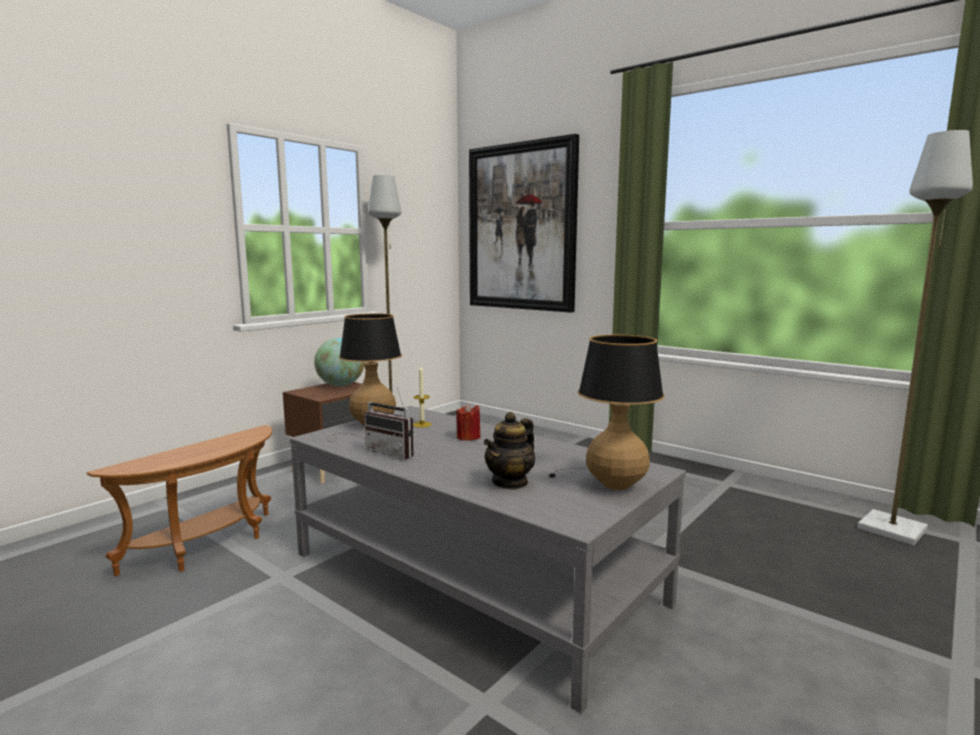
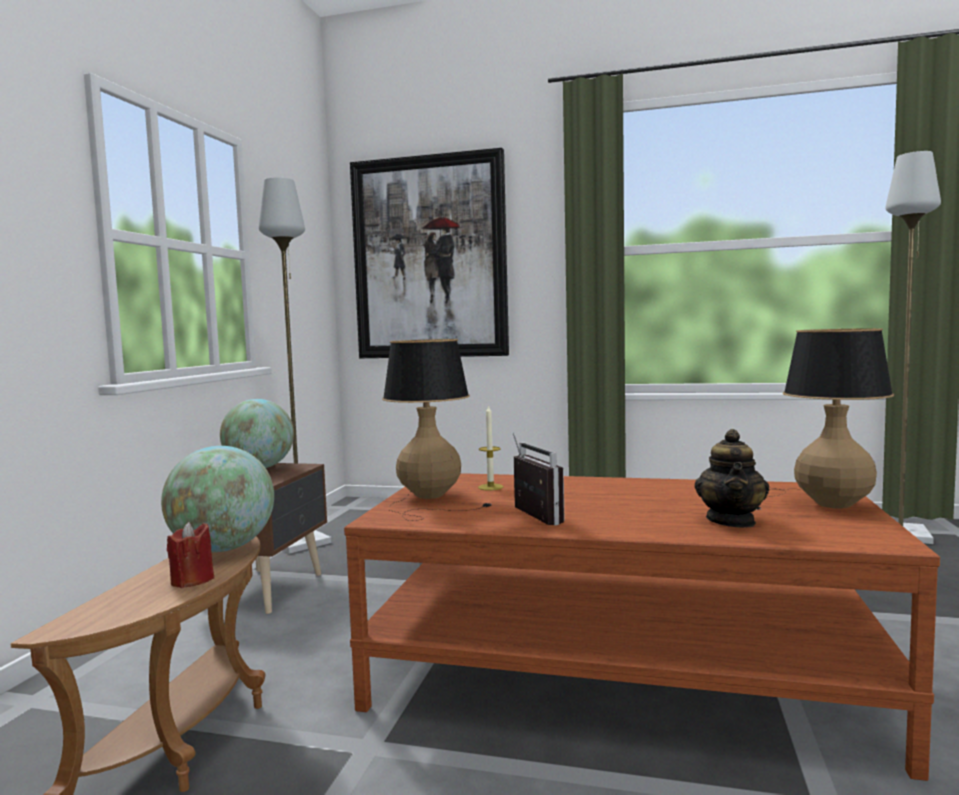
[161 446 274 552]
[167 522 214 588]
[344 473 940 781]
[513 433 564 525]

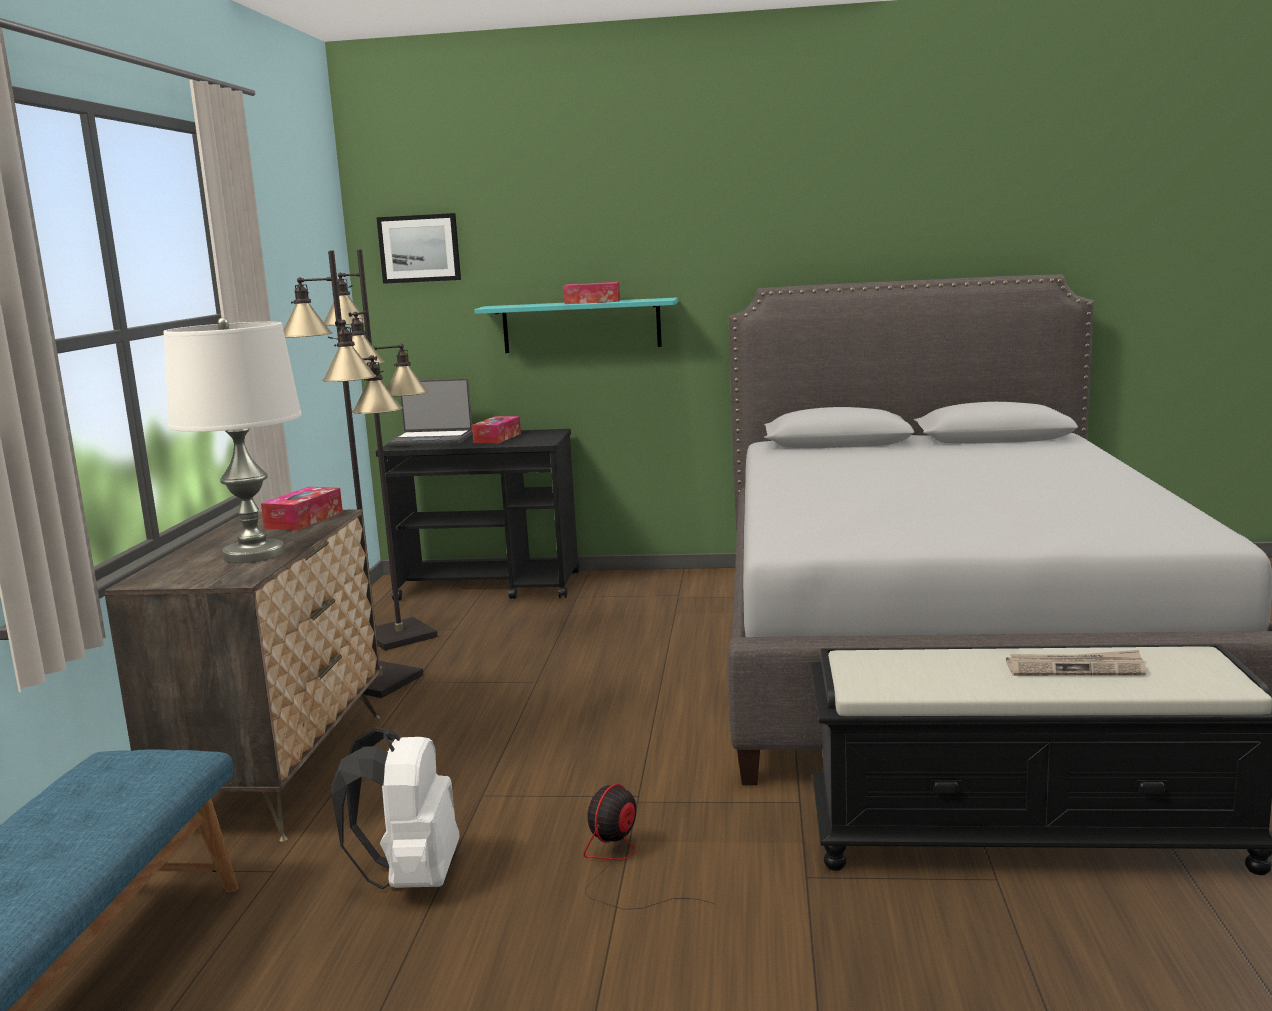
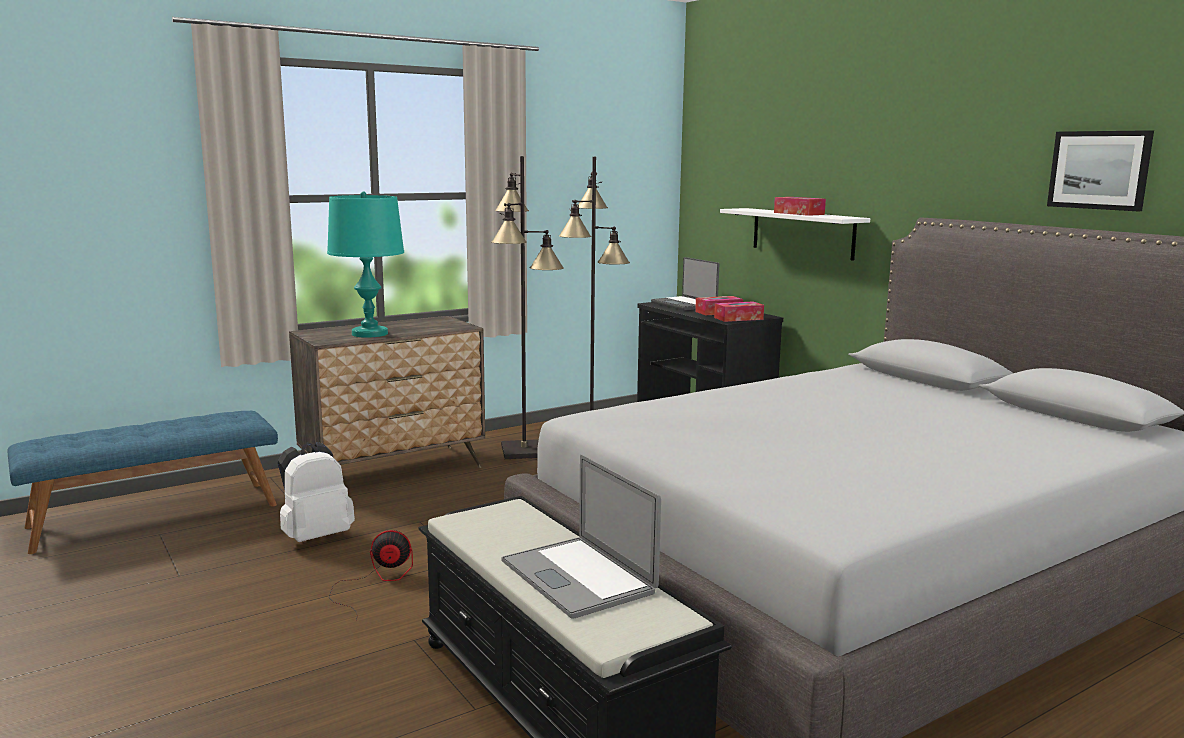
[714 301 764 322]
[1047 130 1154 211]
[502 454 661 619]
[327 191 404 338]
[720 208 870 261]

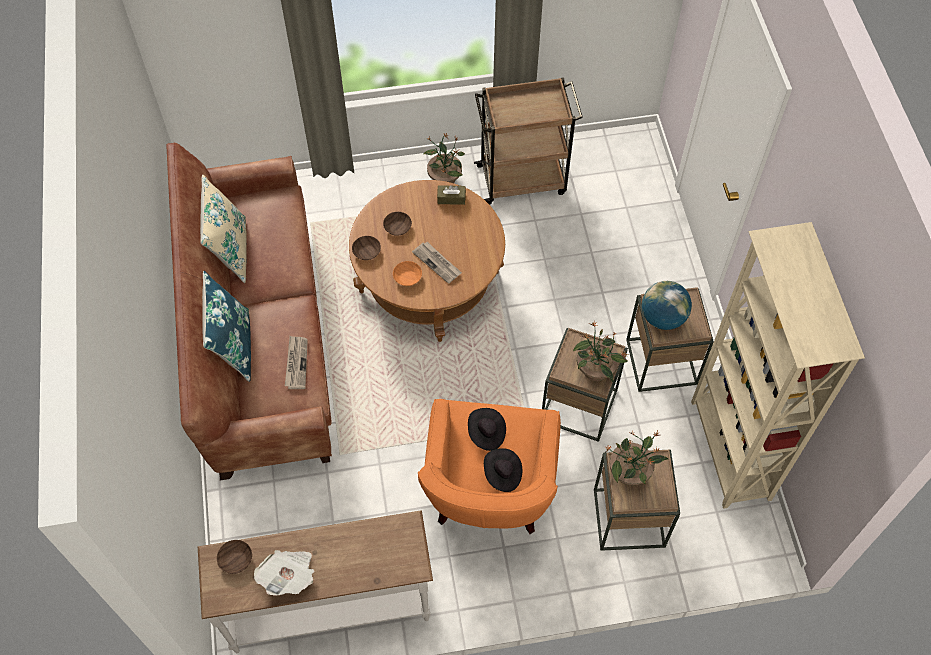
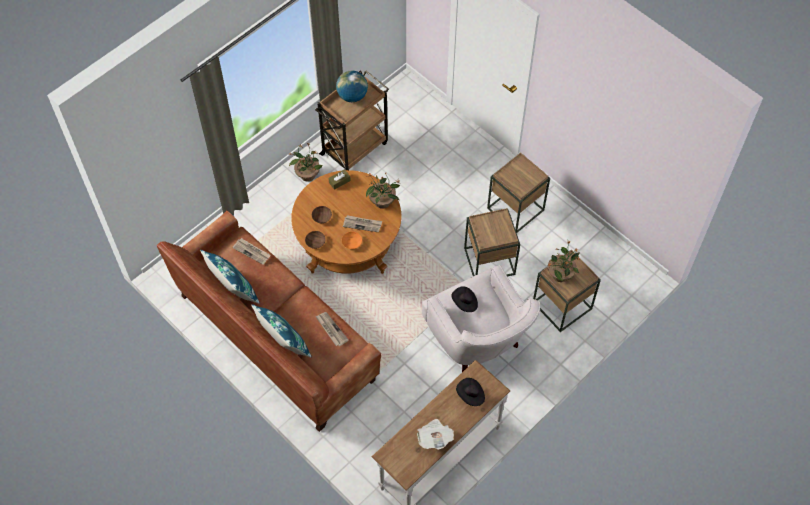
[217 540 252 574] (first image)
[691 222 865 509] (first image)
[232 238 271 265]
[456 378 485 406]
[366 172 400 209]
[336 71 368 102]
[200 250 260 304]
[422 265 540 372]

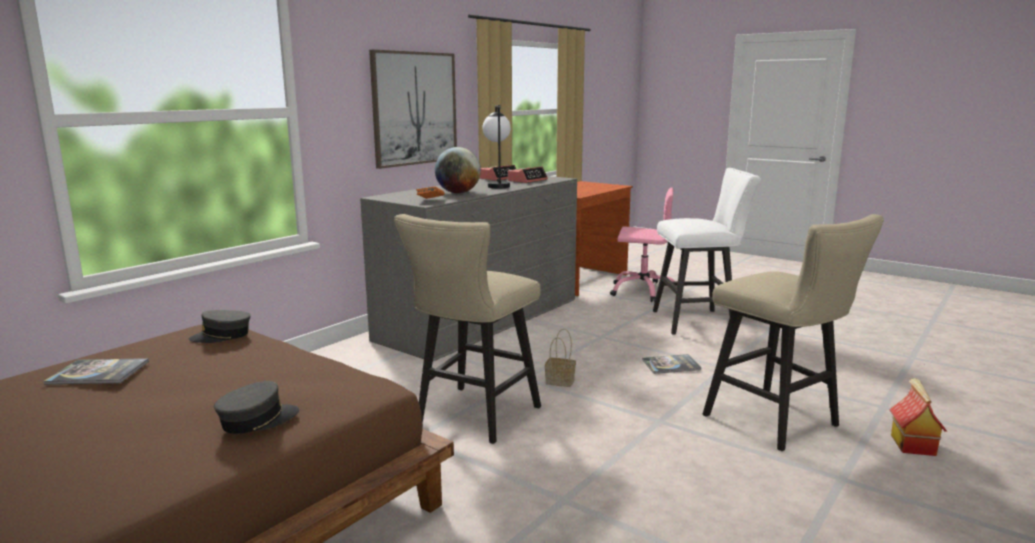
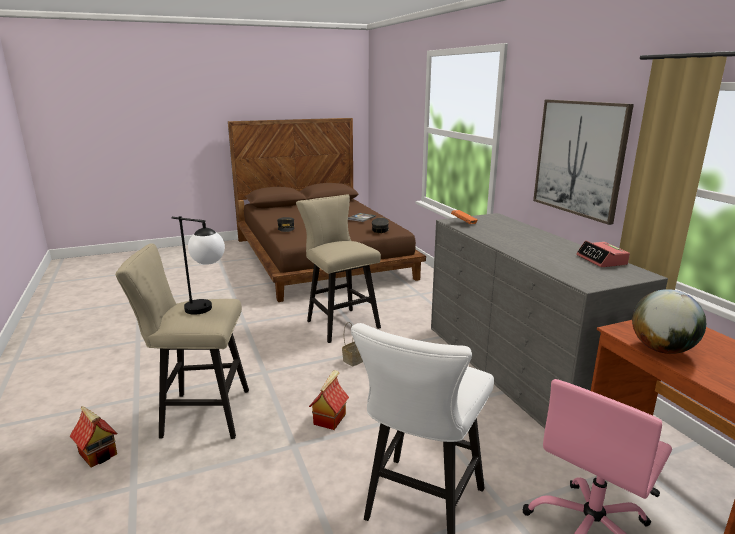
[508 167 548 183] (first image)
[632 289 706 354]
[172 216 225 315]
[309 370 349 430]

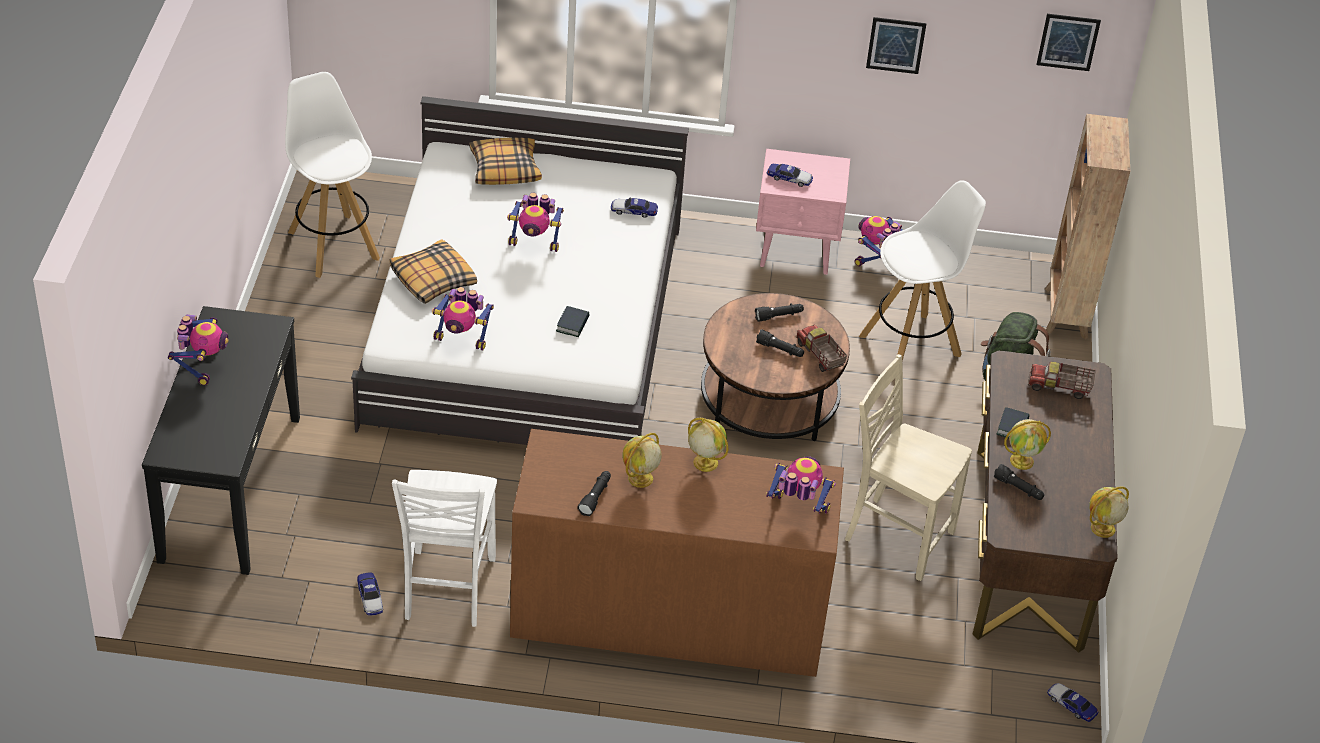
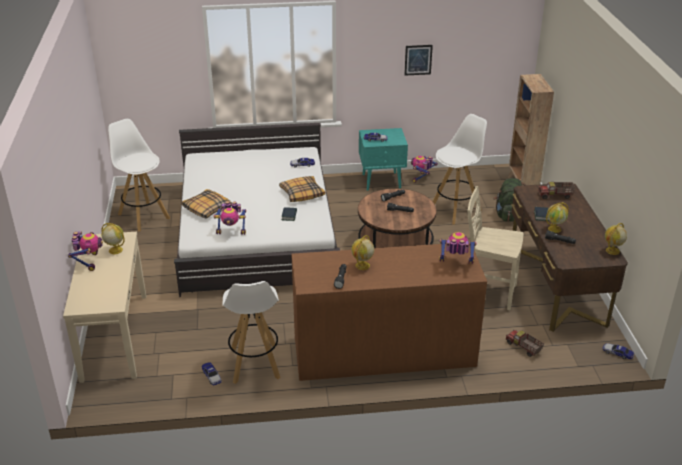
[507 193 564 252] (first image)
[1036 14 1101 71] (first image)
[279 176 326 202]
[101 223 125 254]
[505 330 544 357]
[223 281 281 384]
[63 232 146 383]
[359 128 408 191]

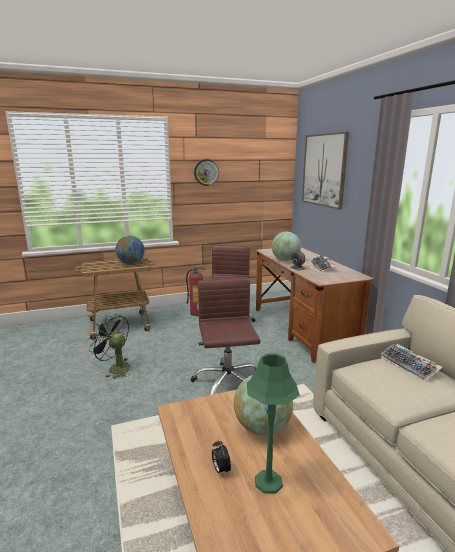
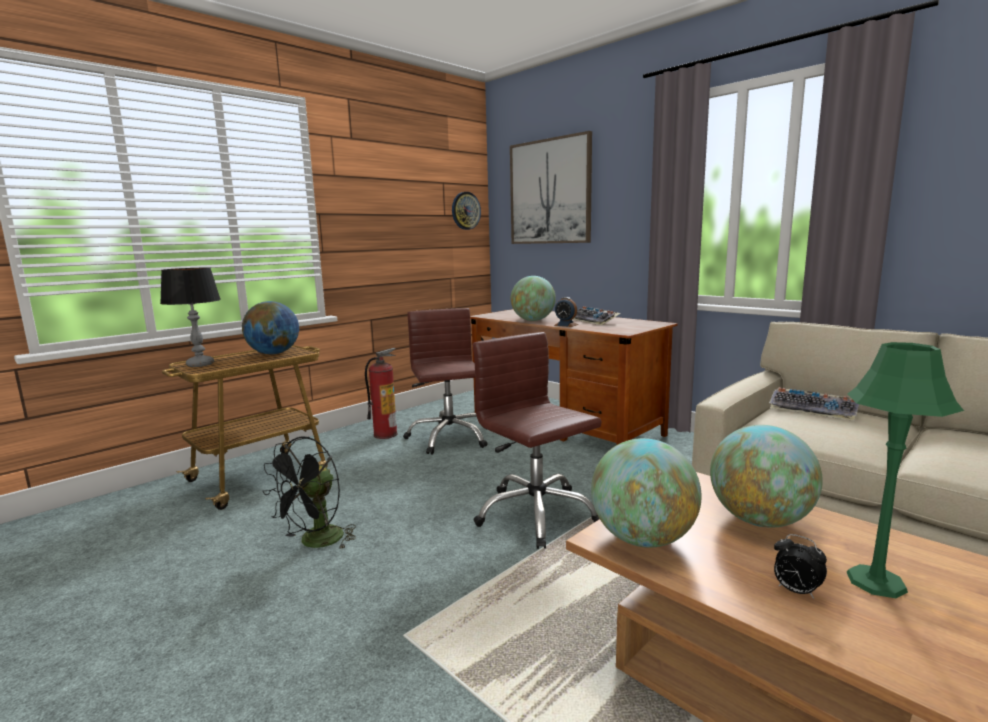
[160 268 221 367]
[591 438 702 548]
[452 192 481 230]
[262 437 356 549]

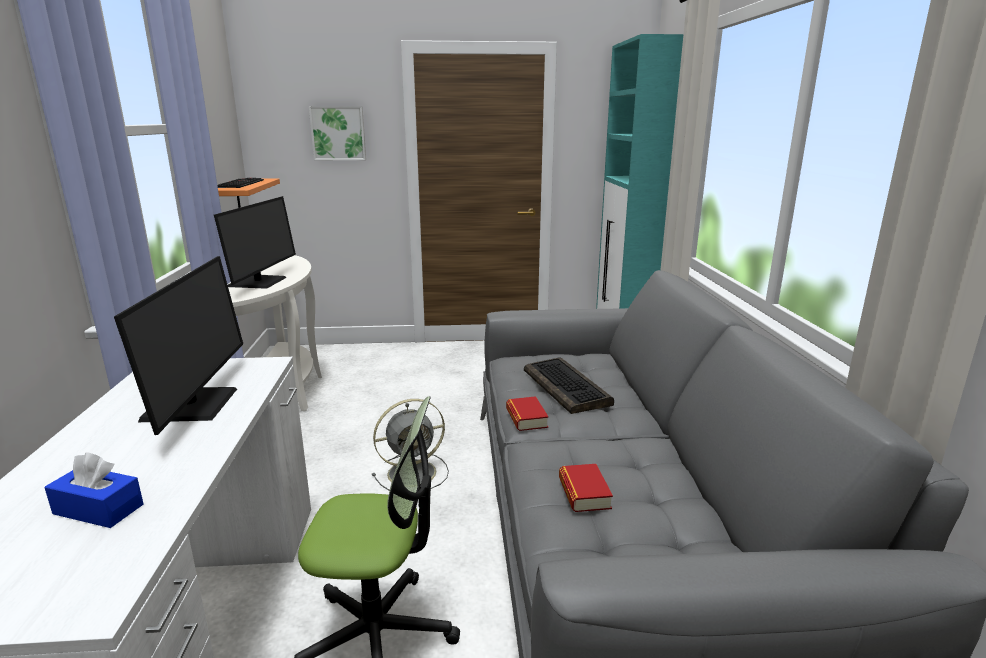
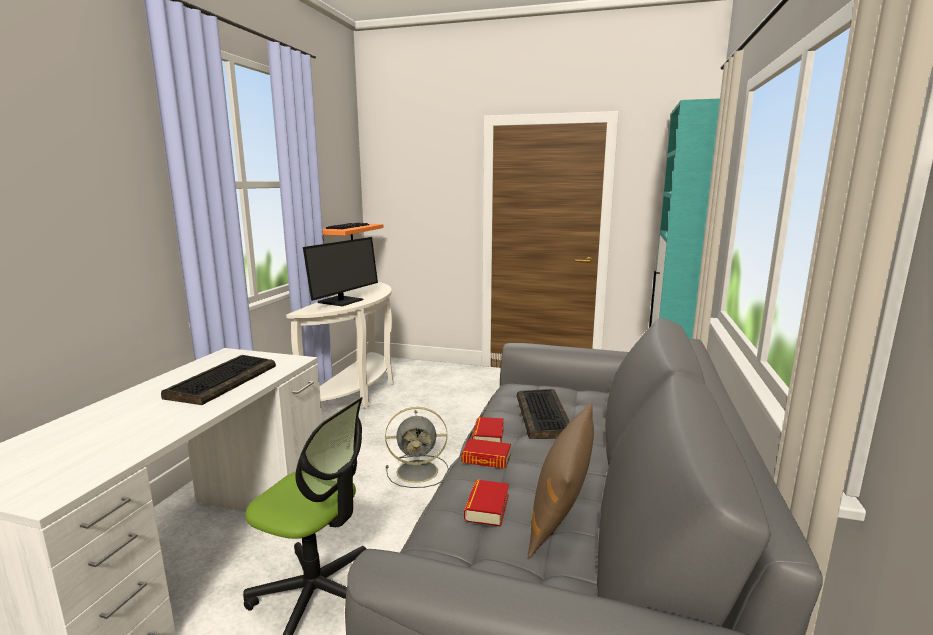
[44 452 144 528] (first image)
[309 106 366 160] (first image)
[462 438 511 469]
[528 403 594 558]
[161 355 276 405]

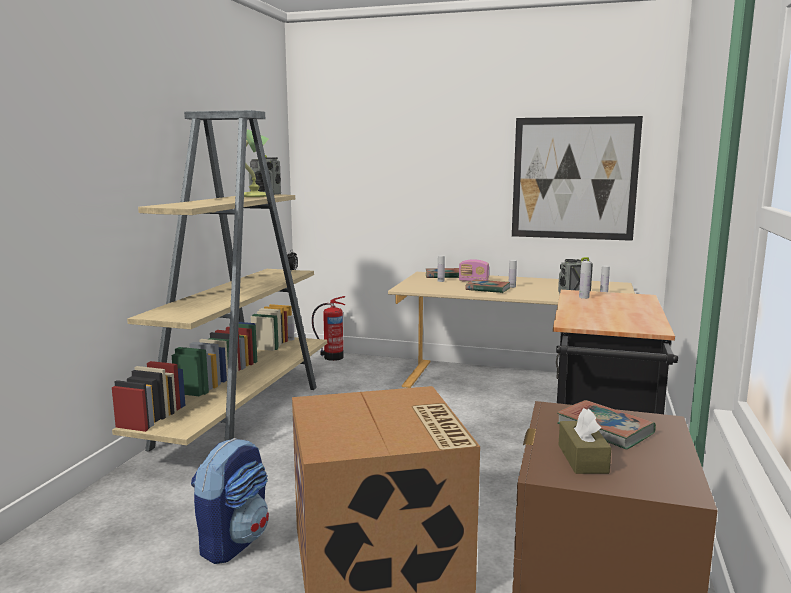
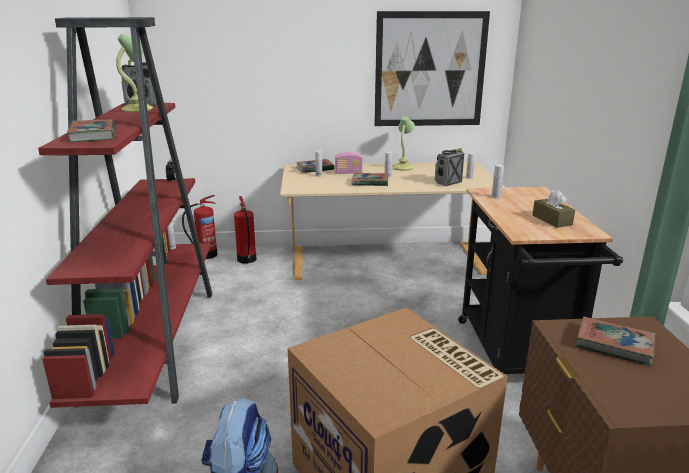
[67 119 116 142]
[234 196 257 264]
[392 116 415 171]
[533 190 575 228]
[38 17 212 408]

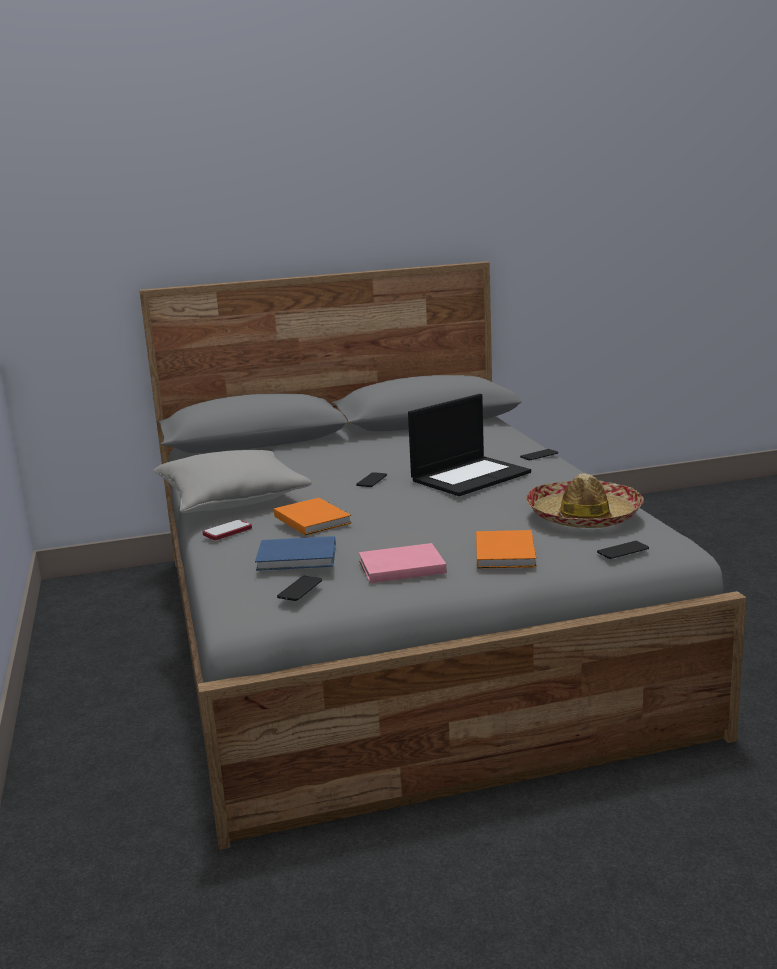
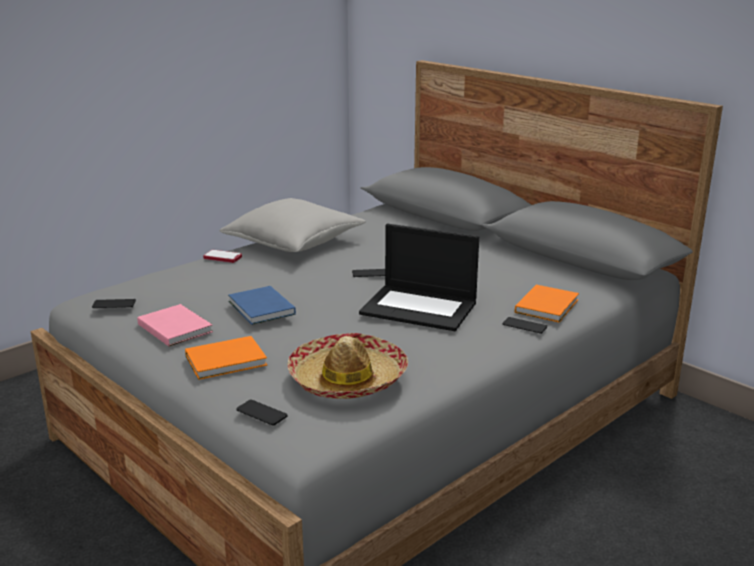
[228 286 296 325]
[515 285 579 323]

